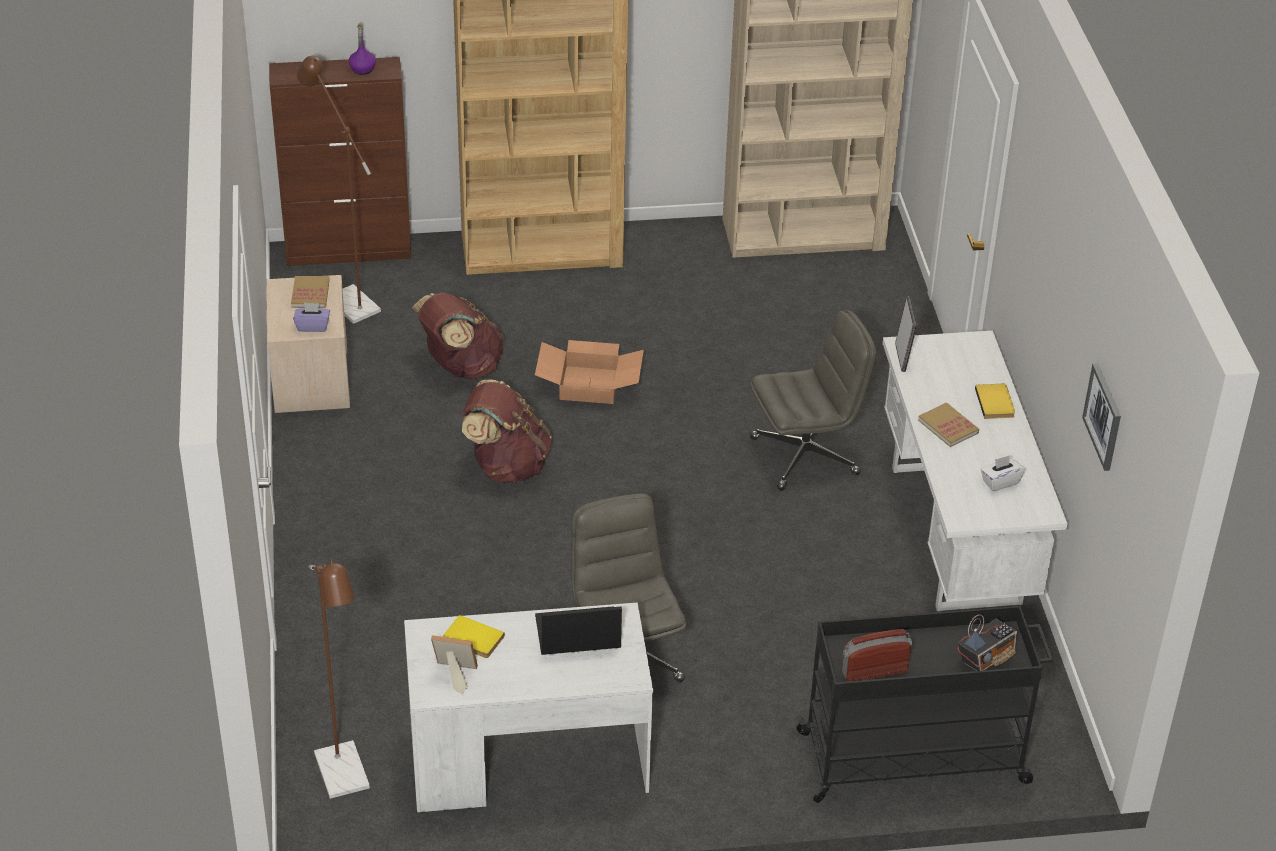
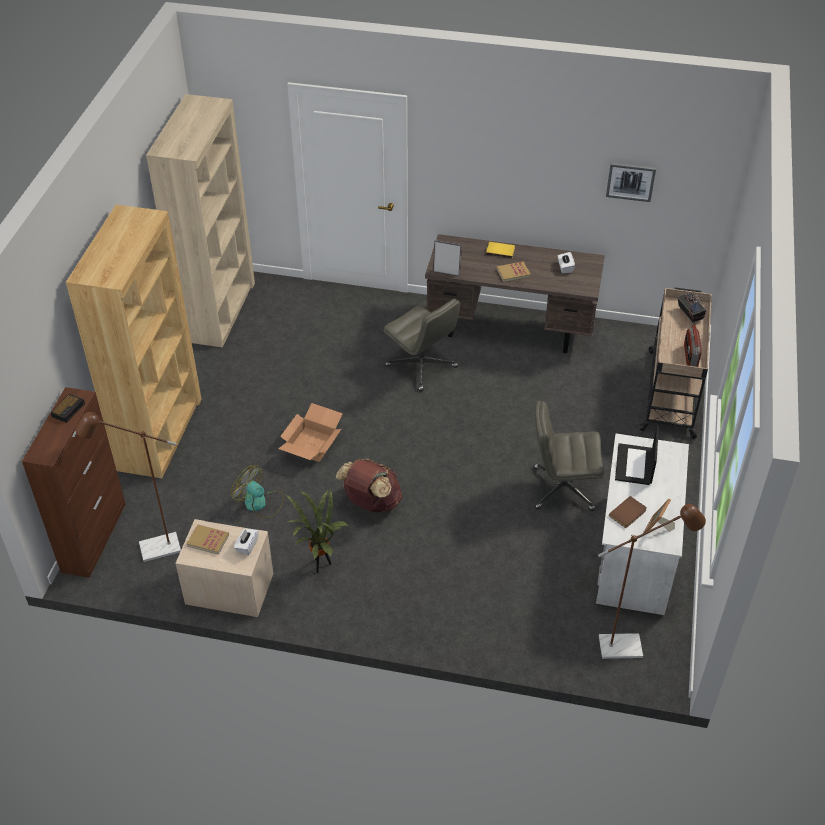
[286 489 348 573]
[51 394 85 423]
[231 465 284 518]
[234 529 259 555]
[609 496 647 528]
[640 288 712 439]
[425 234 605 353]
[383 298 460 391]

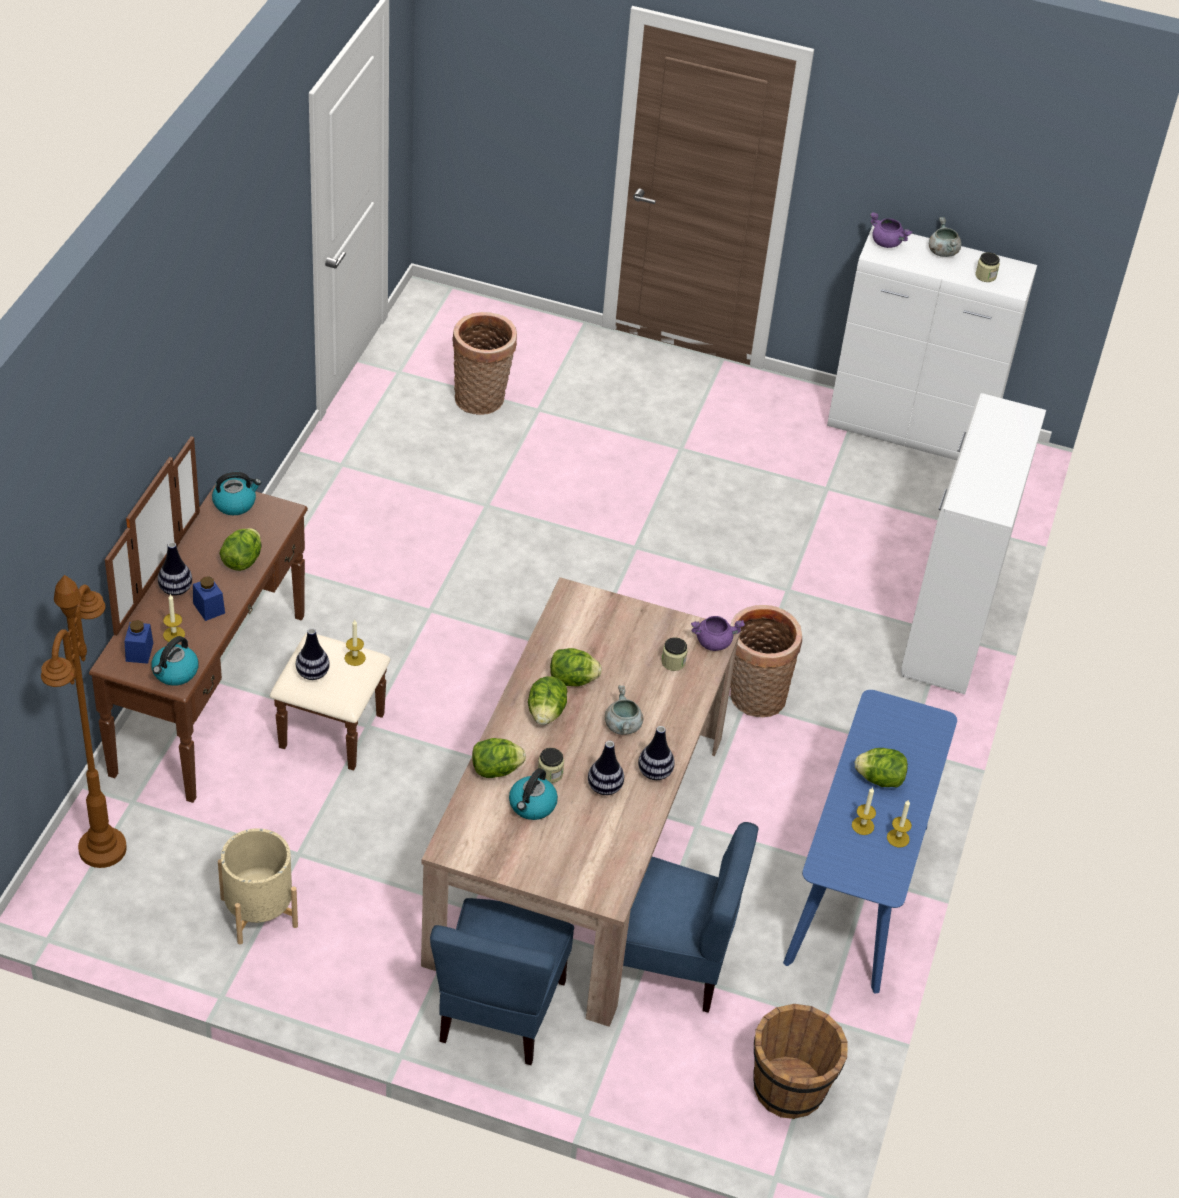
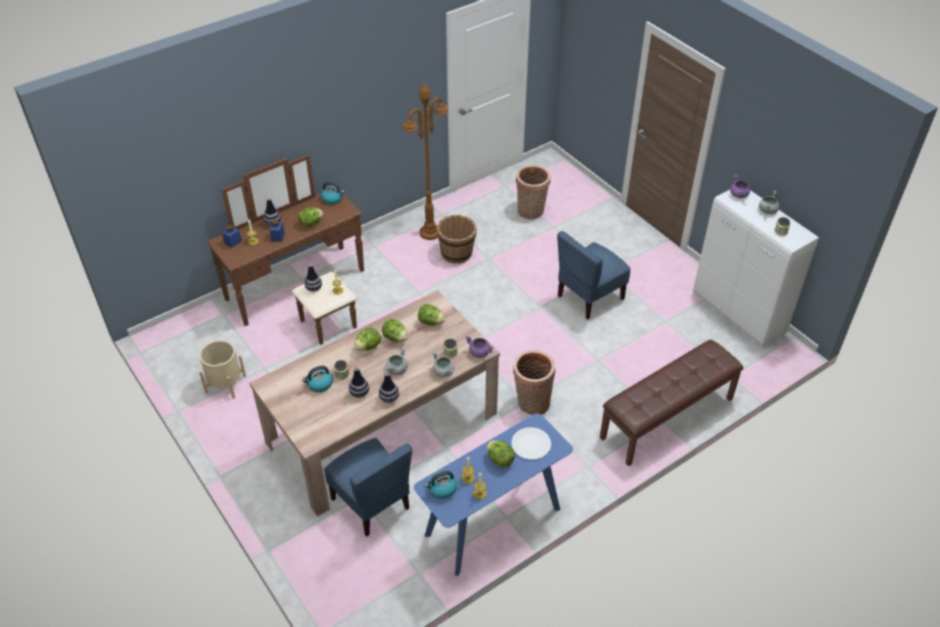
[432 352 454 377]
[511 427 551 460]
[403 83 448 240]
[424 471 457 499]
[557 231 631 320]
[418 304 445 326]
[437 215 477 264]
[600 340 744 466]

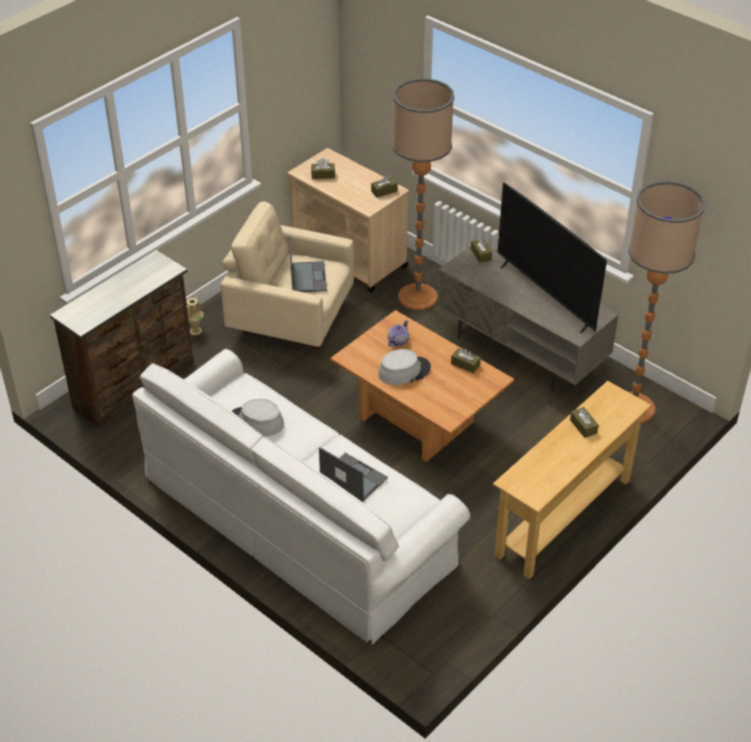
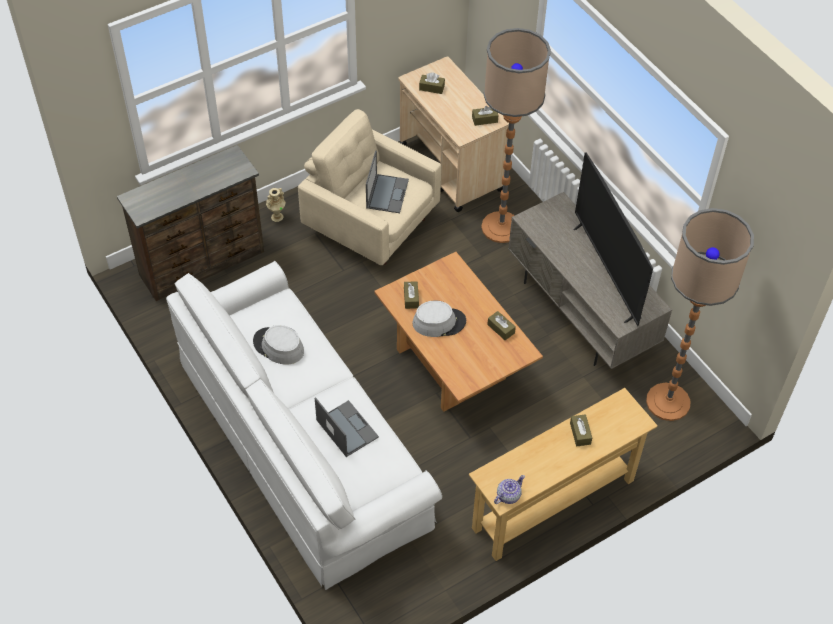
[494 475 525 504]
[404 281 419 309]

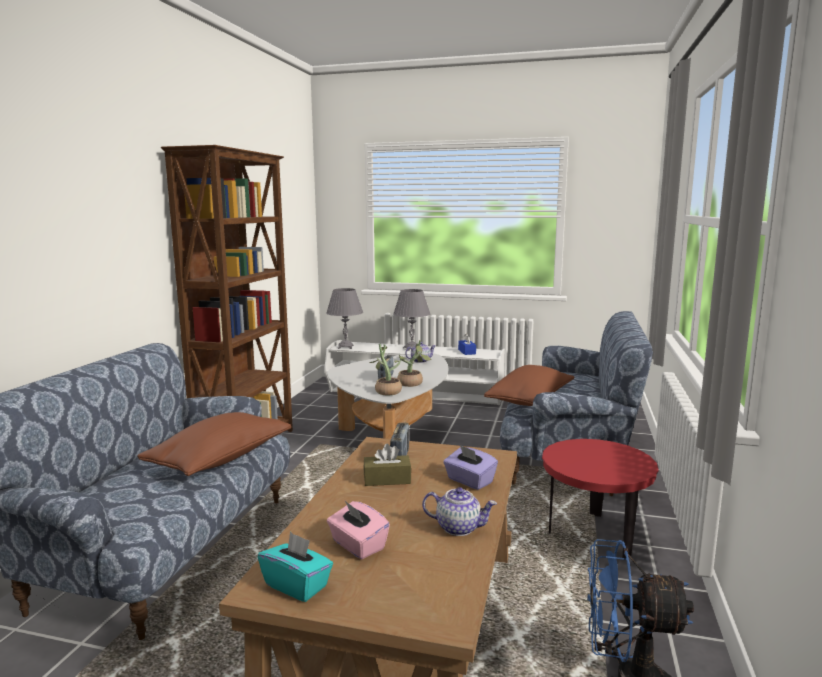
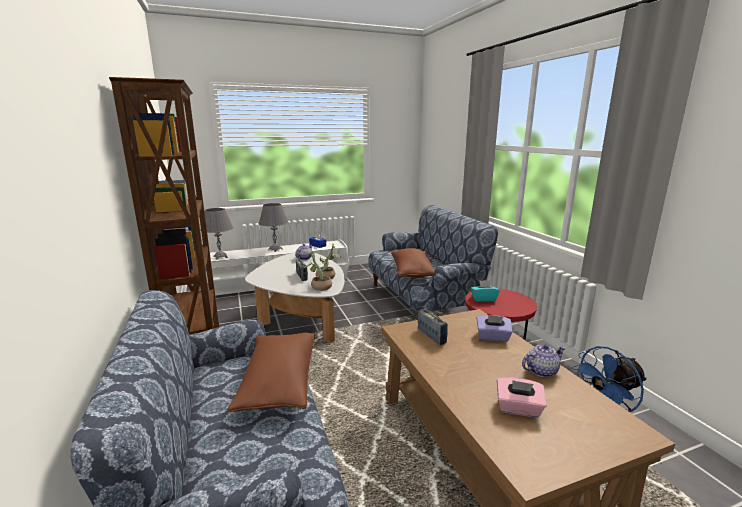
[364 444 411 486] (first image)
[471 280 500 302]

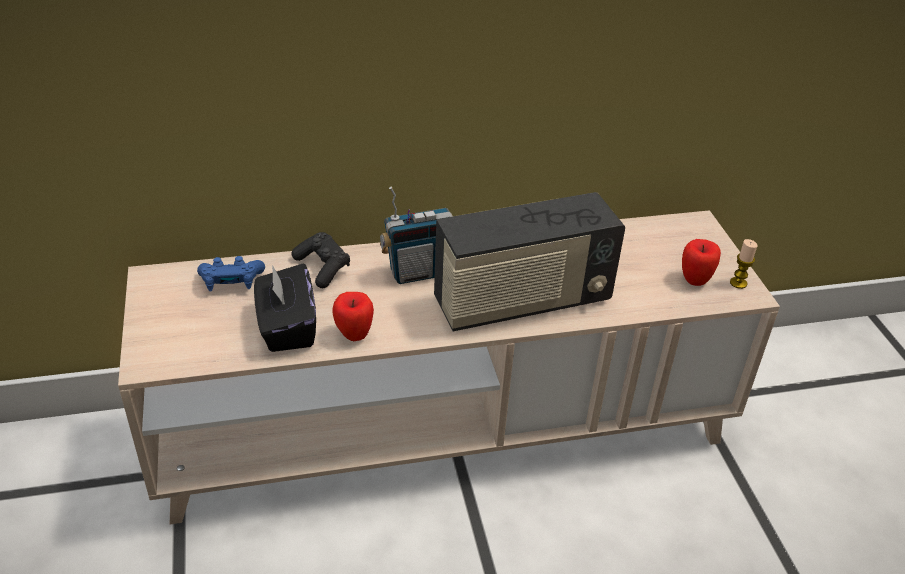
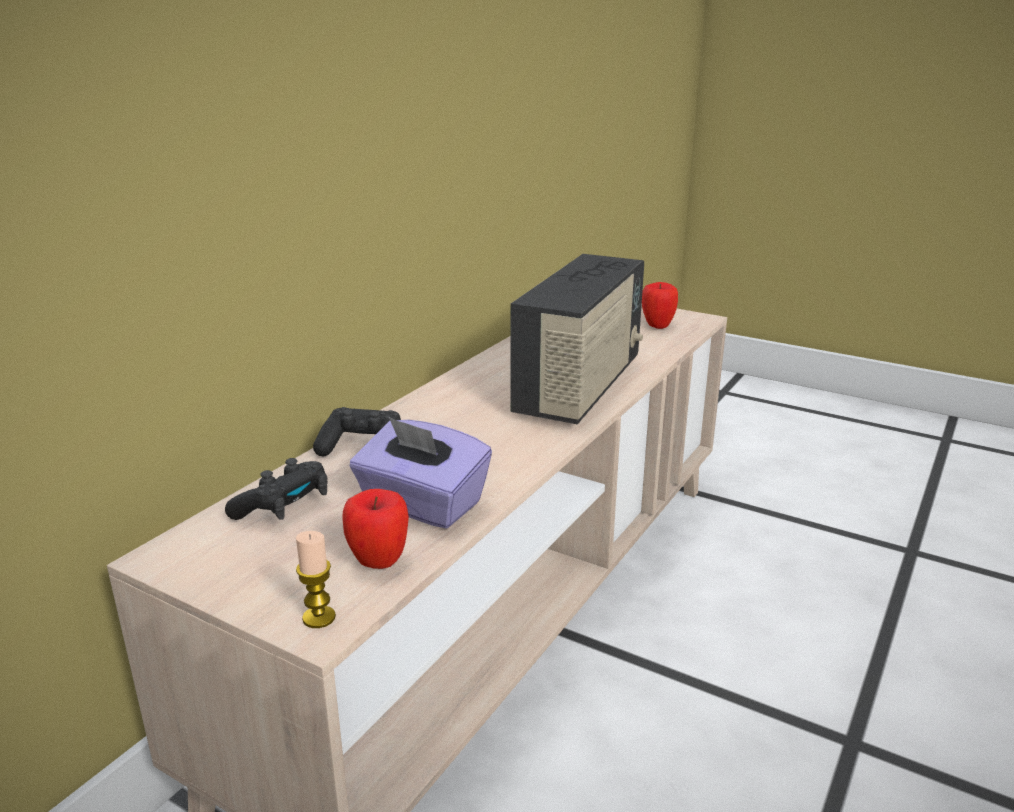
[380 186 453 284] (first image)
[343 489 409 569]
[296 531 336 628]
[225 458 328 520]
[350 417 492 529]

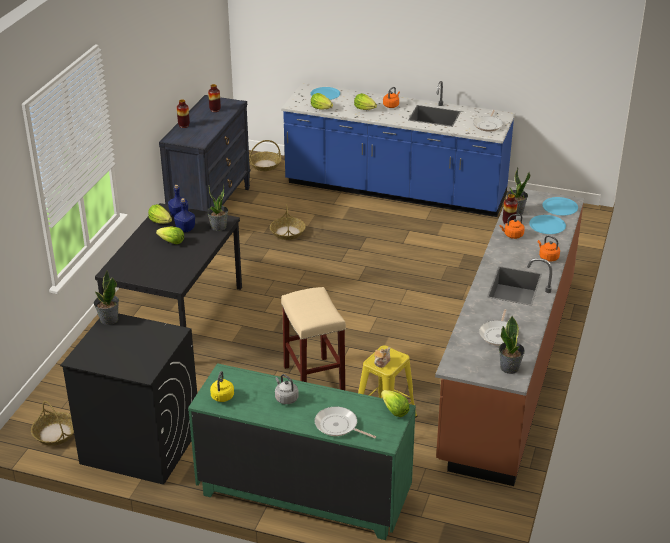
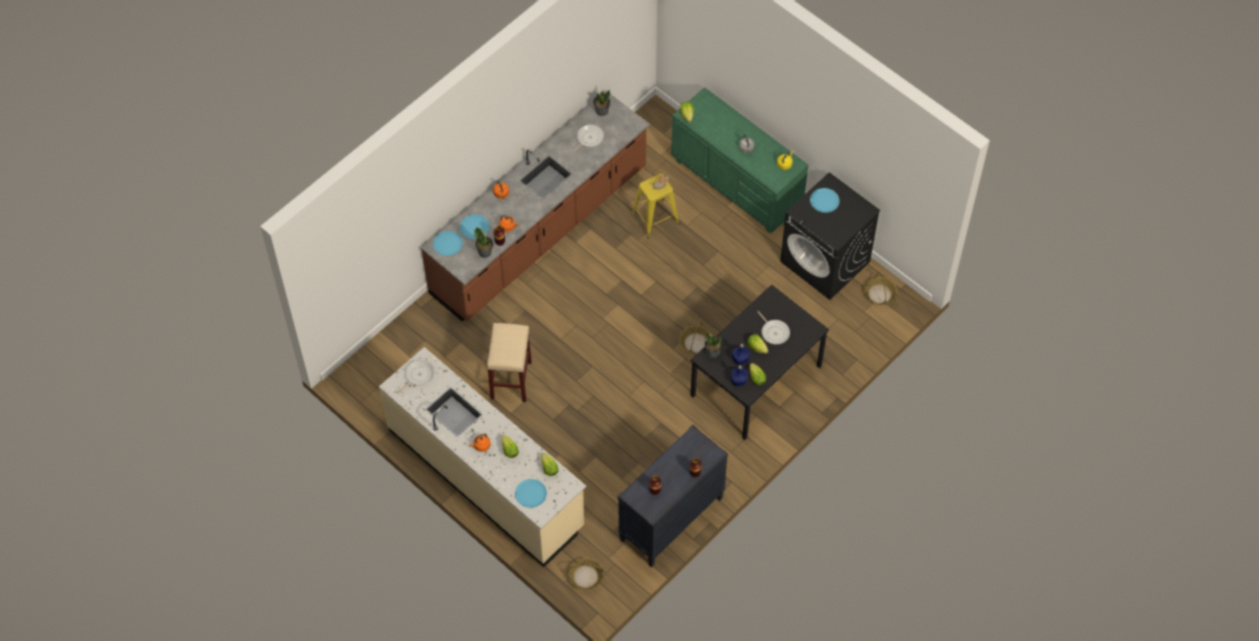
[94 271 119 325] (first image)
[810 188 840 213]
[679 322 712 355]
[487 323 532 402]
[757 311 790 345]
[379 347 586 567]

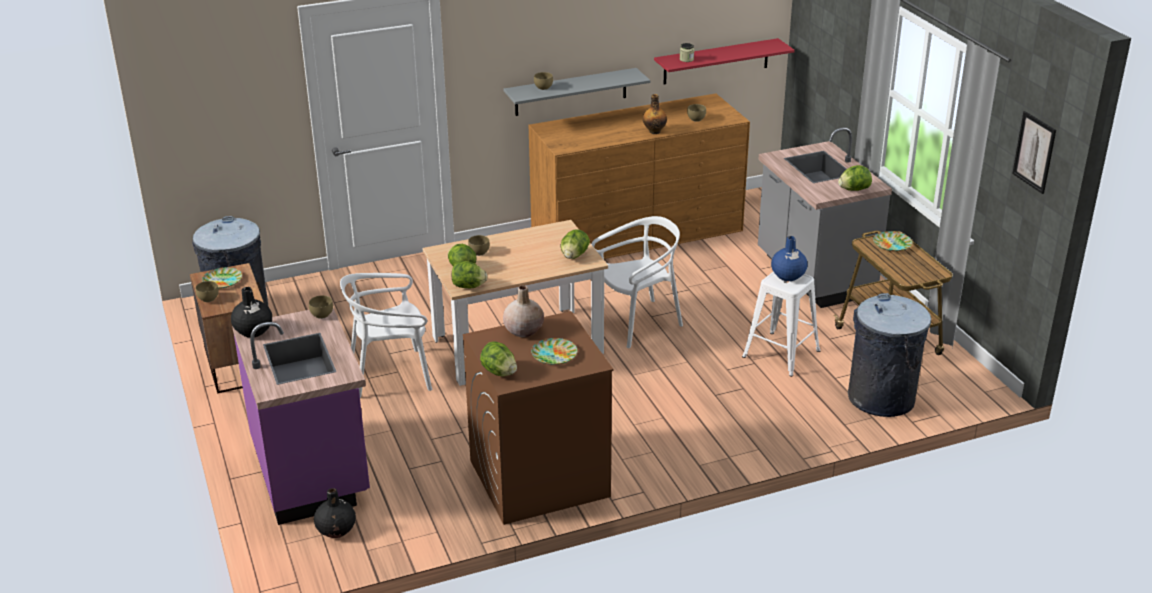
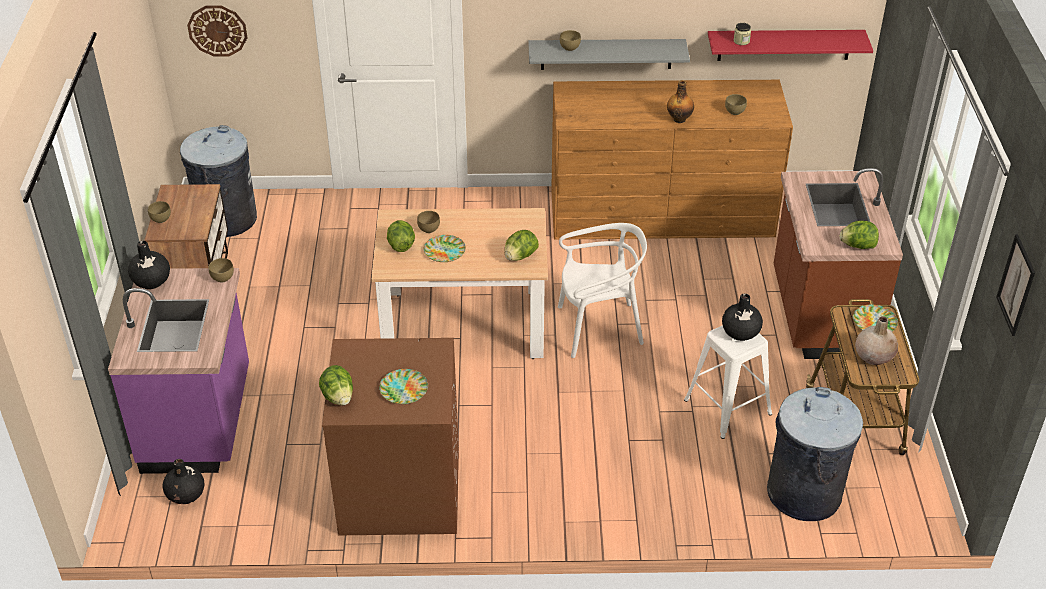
[340 273 432 398] (first image)
[452 261 487 288] (first image)
[187 5 248 57]
[424 235 466 262]
[855 316 898 365]
[774 168 903 359]
[722 293 763 341]

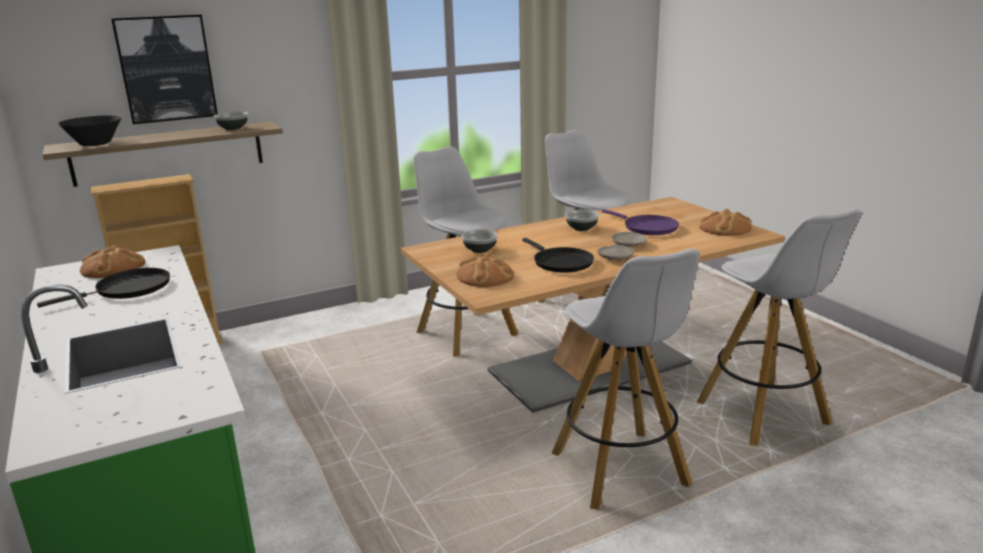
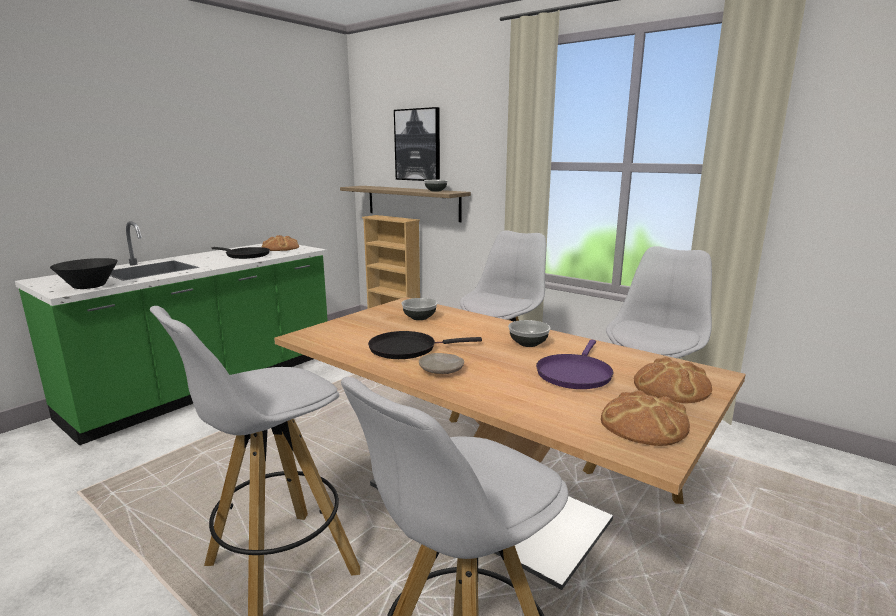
[612 232 647 247] (first image)
[50 258 118 289]
[634 357 712 404]
[368 331 482 359]

